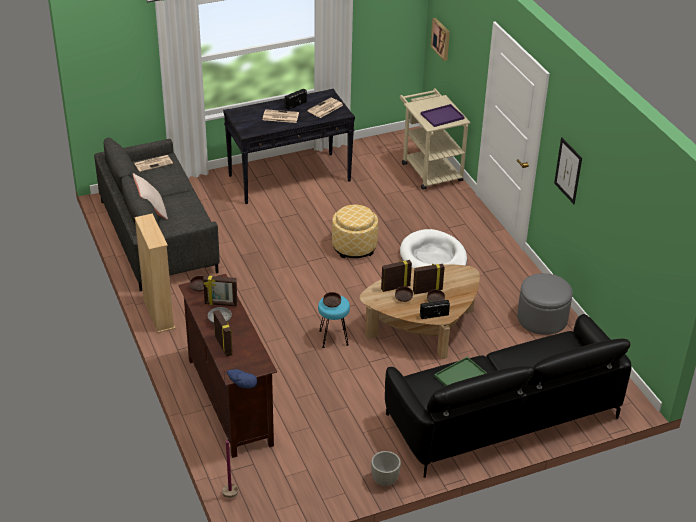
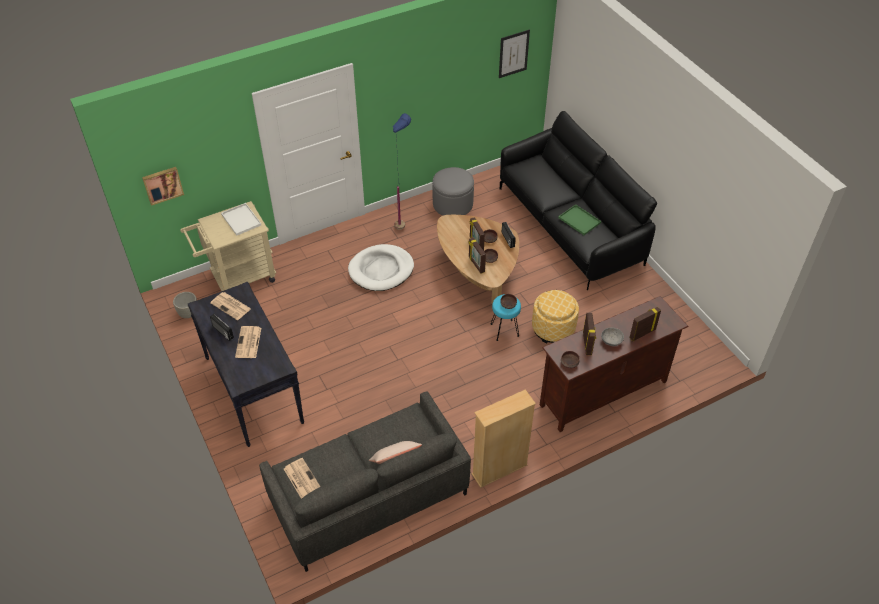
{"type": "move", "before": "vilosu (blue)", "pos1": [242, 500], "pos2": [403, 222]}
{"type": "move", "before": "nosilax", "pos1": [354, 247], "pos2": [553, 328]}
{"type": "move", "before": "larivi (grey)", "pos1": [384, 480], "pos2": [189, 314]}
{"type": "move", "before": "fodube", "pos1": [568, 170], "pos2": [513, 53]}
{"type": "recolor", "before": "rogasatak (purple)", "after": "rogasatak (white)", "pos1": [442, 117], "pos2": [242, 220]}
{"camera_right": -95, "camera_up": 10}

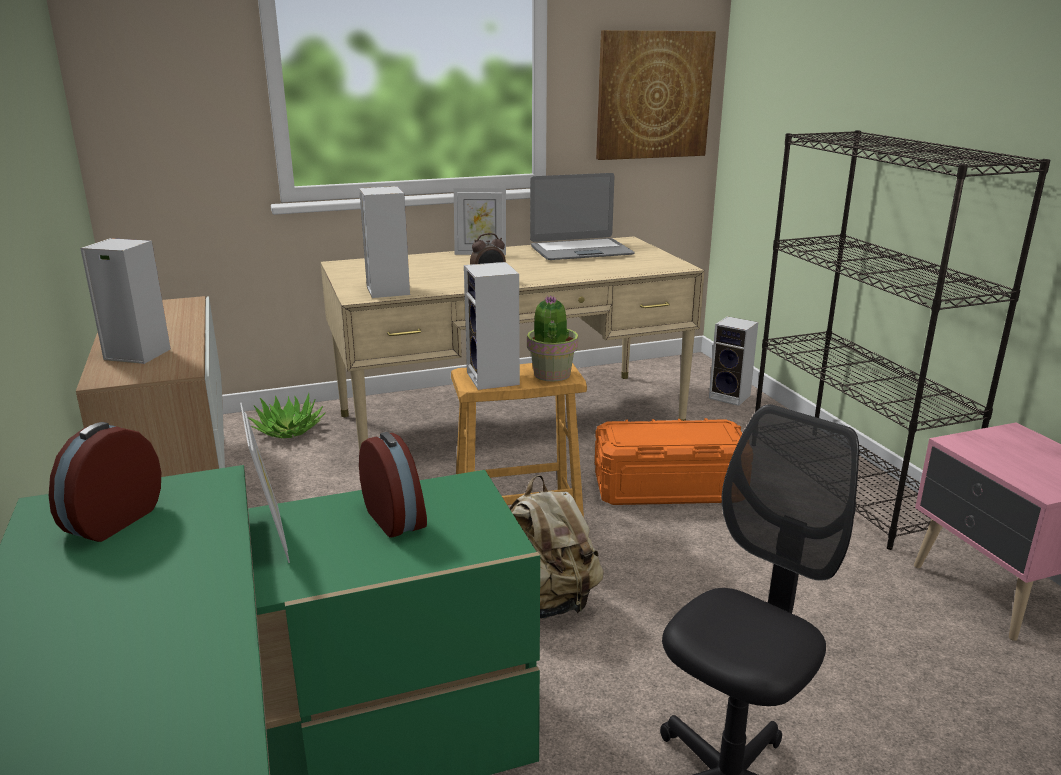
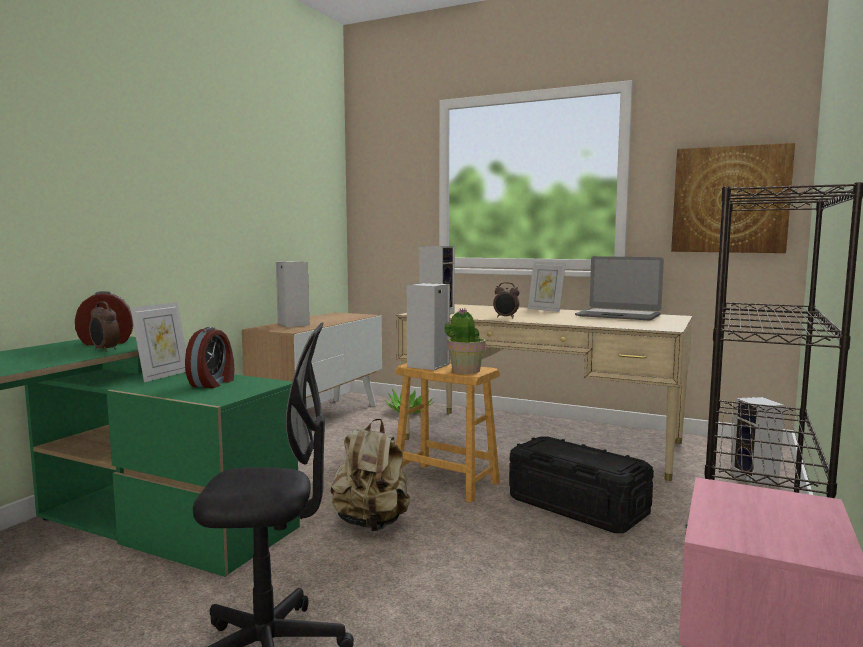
{"type": "insert", "after": "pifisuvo", "pos2": [105, 350]}
{"type": "recolor", "before": "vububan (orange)", "after": "vububan (black)", "pos1": [669, 488], "pos2": [577, 506]}
{"camera_right": 45, "camera_up": -15}

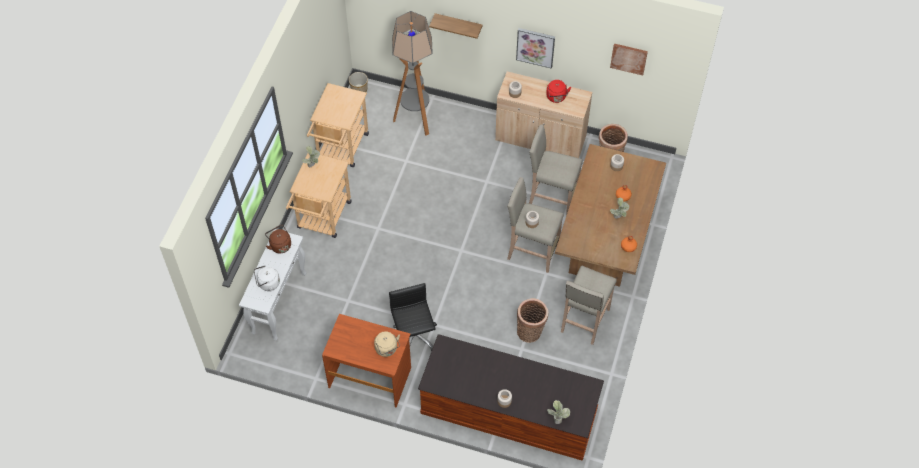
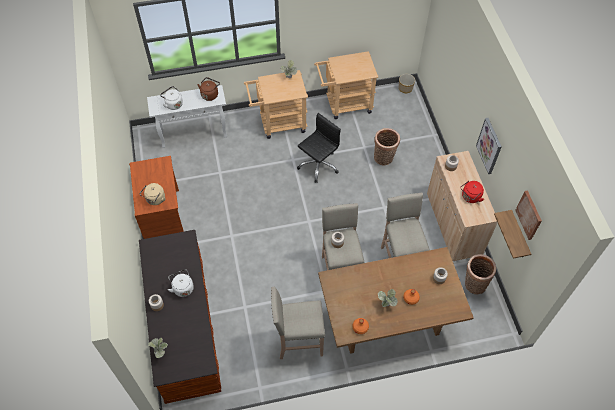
{"type": "delete", "before": "vilosu", "pos1": [415, 119]}
{"type": "insert", "after": "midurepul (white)", "pos2": [182, 288]}
{"type": "move", "before": "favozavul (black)", "pos1": [413, 337], "pos2": [318, 165]}
{"type": "move", "before": "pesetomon", "pos1": [458, 25], "pos2": [518, 236]}
{"type": "move", "before": "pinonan", "pos1": [530, 332], "pos2": [384, 158]}
{"camera_right": 60, "camera_up": 0}

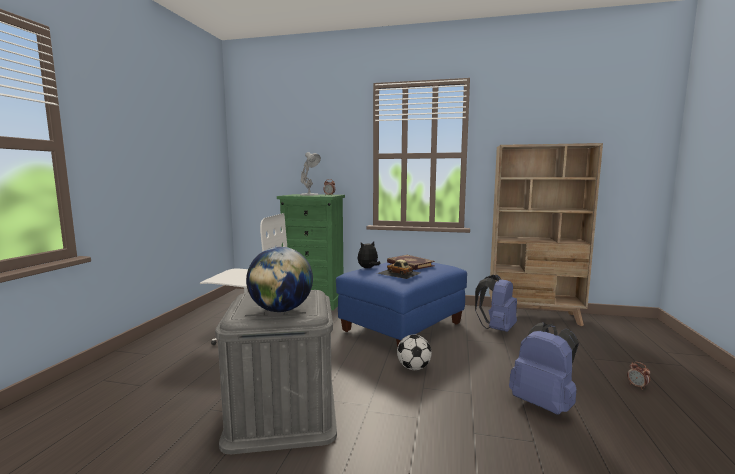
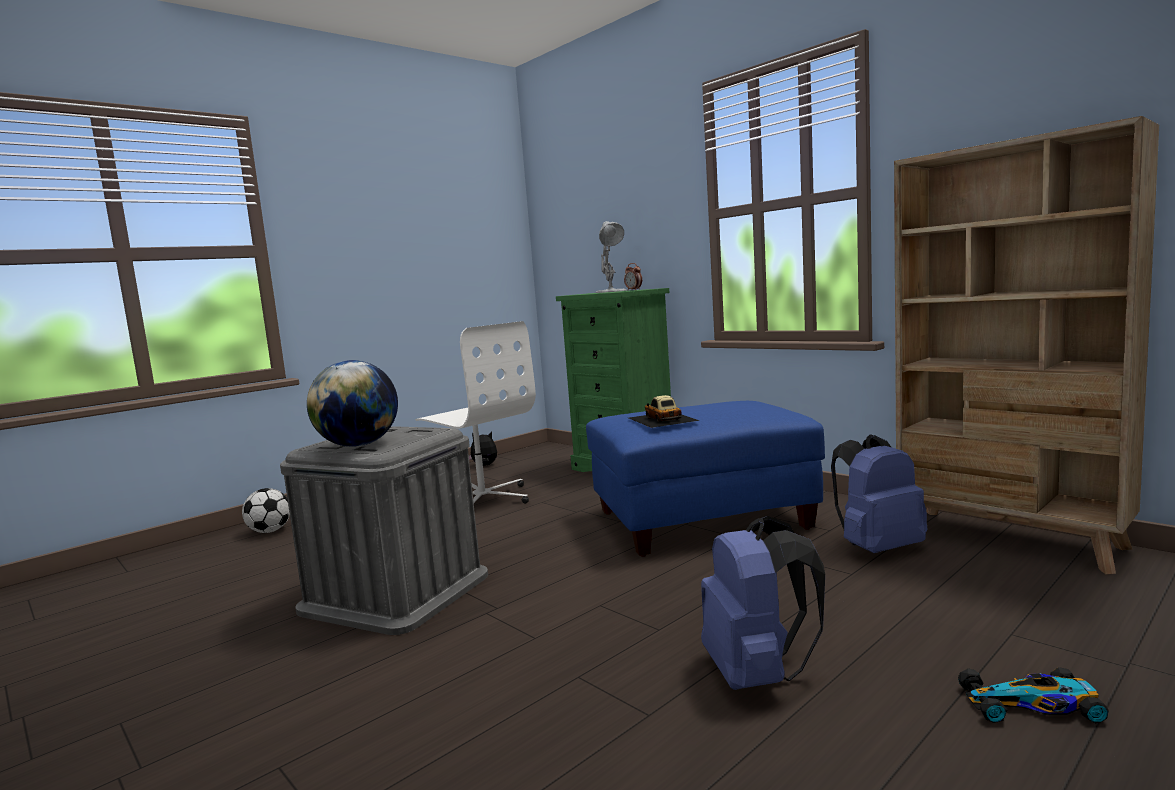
{"type": "delete", "before": "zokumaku", "pos1": [410, 264]}
{"type": "move", "before": "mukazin", "pos1": [368, 268], "pos2": [484, 465]}
{"type": "move", "before": "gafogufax", "pos1": [413, 368], "pos2": [269, 531]}
{"type": "replace", "before": "pifisuvo", "after": "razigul", "pos1": [637, 386], "pos2": [1032, 704]}
{"camera_right": 35, "camera_up": 0}

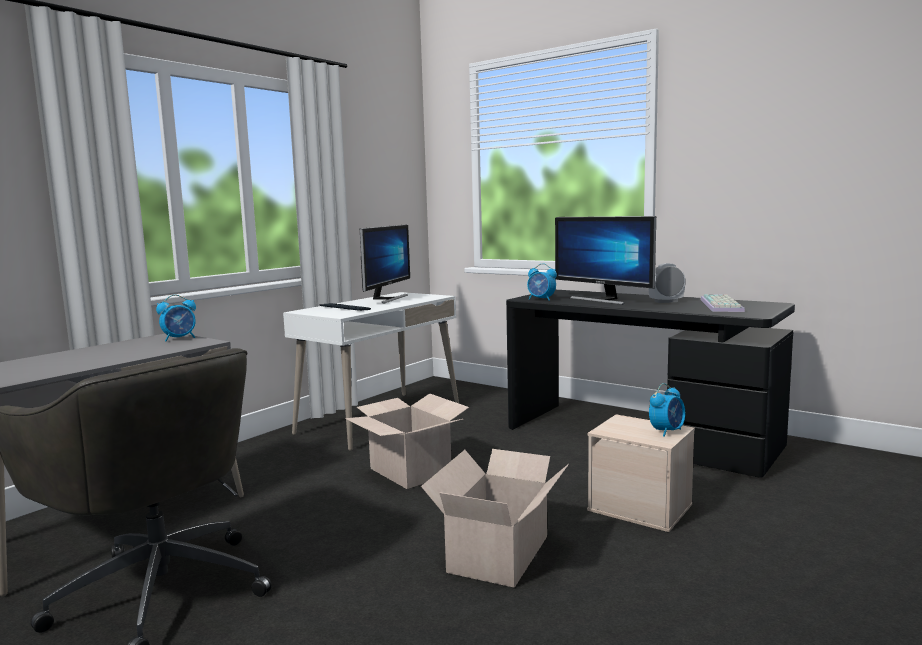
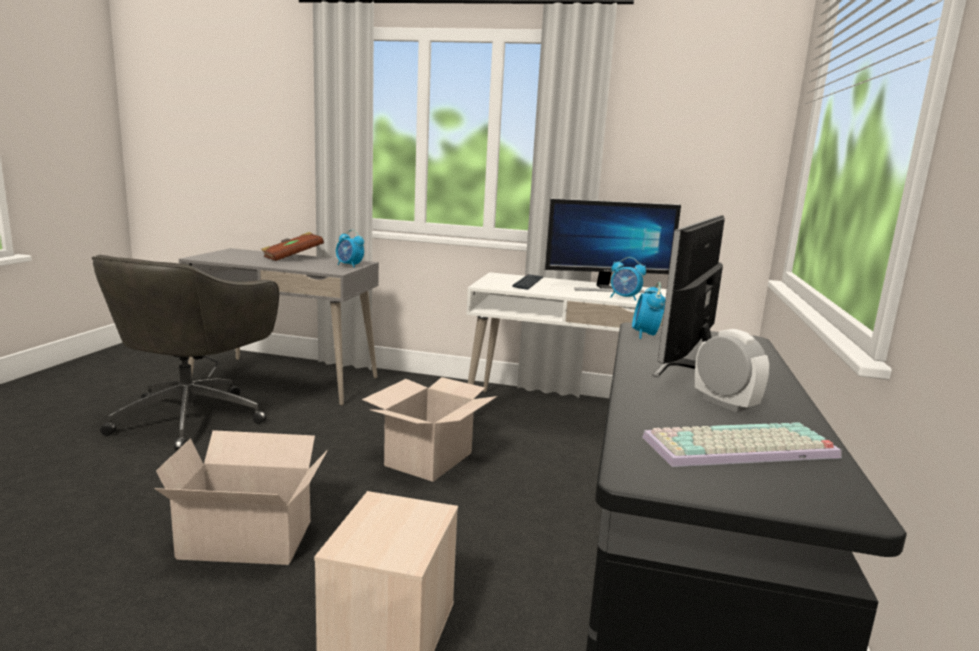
{"type": "insert", "after": "zokumaku (brown)", "pos2": [292, 258]}
{"type": "move", "before": "pifisuvo", "pos1": [667, 431], "pos2": [624, 298]}
{"camera_right": 65, "camera_up": 5}

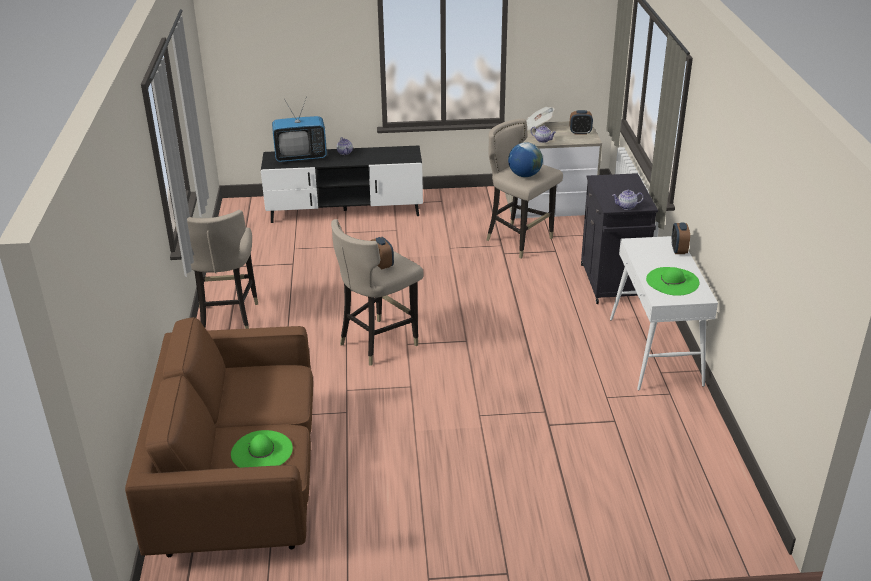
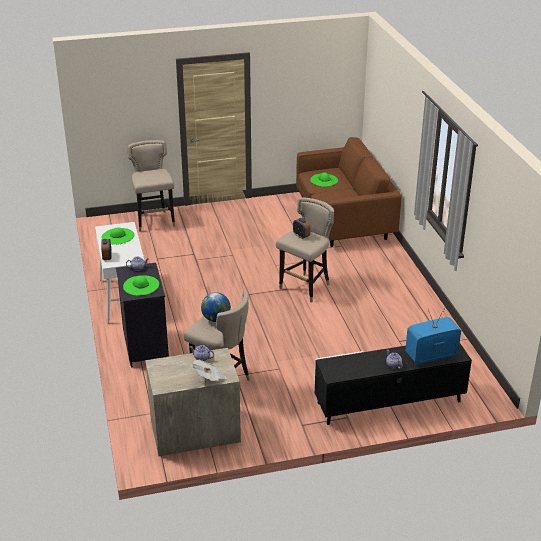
{"type": "delete", "before": "pifisuvo", "pos1": [580, 132]}
{"type": "insert", "after": "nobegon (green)", "pos2": [141, 285]}
{"type": "move", "before": "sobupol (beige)", "pos1": [227, 319], "pos2": [154, 222]}
{"camera_right": 170, "camera_up": 0}

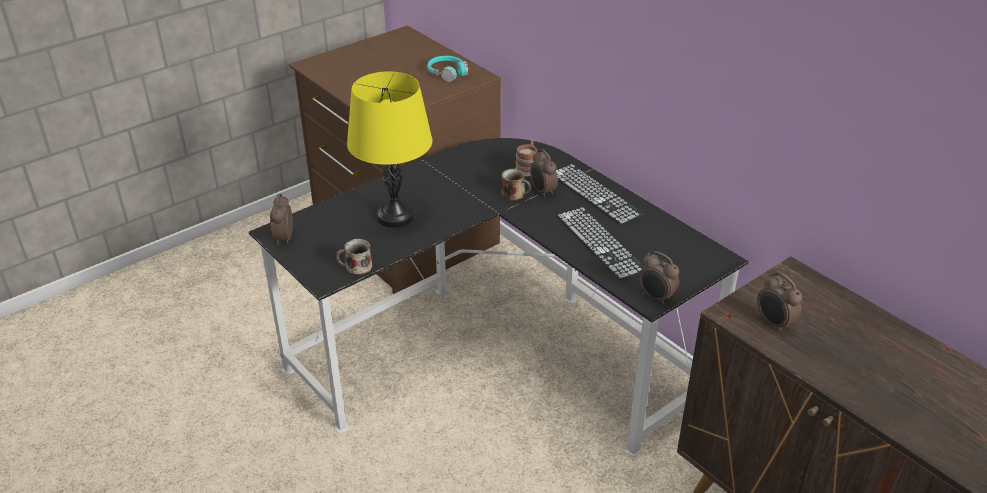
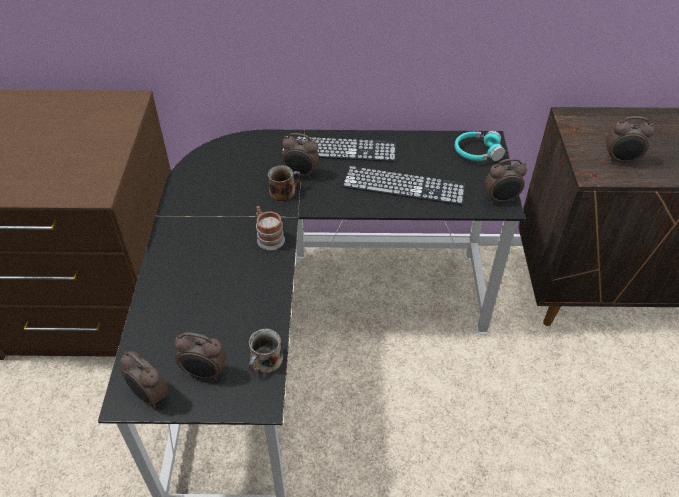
{"type": "delete", "before": "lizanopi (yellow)", "pos1": [395, 217]}
{"type": "insert", "after": "pifisuvo", "pos2": [204, 373]}
{"type": "move", "before": "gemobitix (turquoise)", "pos1": [447, 73], "pos2": [477, 152]}
{"type": "move", "before": "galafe", "pos1": [527, 168], "pos2": [268, 237]}
{"camera_right": -50, "camera_up": 10}

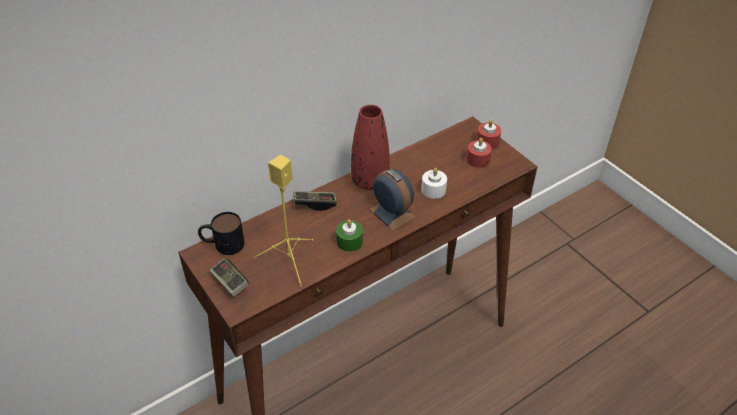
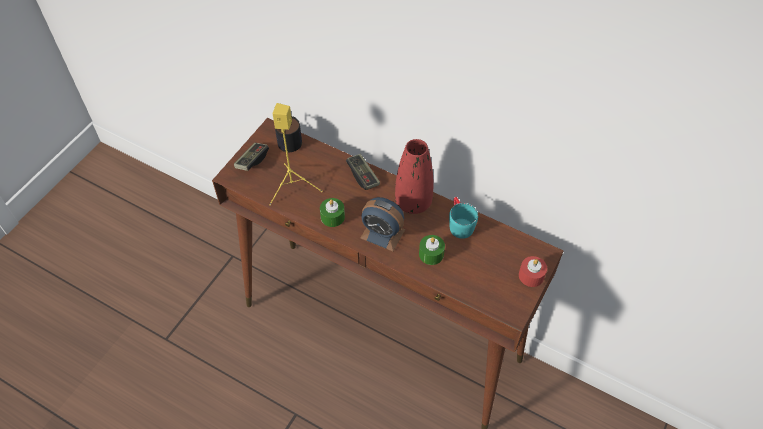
{"type": "delete", "before": "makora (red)", "pos1": [478, 159]}
{"type": "insert", "after": "galafe (turquoise)", "pos2": [459, 223]}
{"type": "recolor", "before": "makora (white)", "after": "makora (green)", "pos1": [433, 190], "pos2": [431, 254]}
{"type": "rotate", "before": "pifisuvo", "pos1": [392, 213], "pos2": [382, 234], "turn": 90}
{"camera_right": 65, "camera_up": 10}

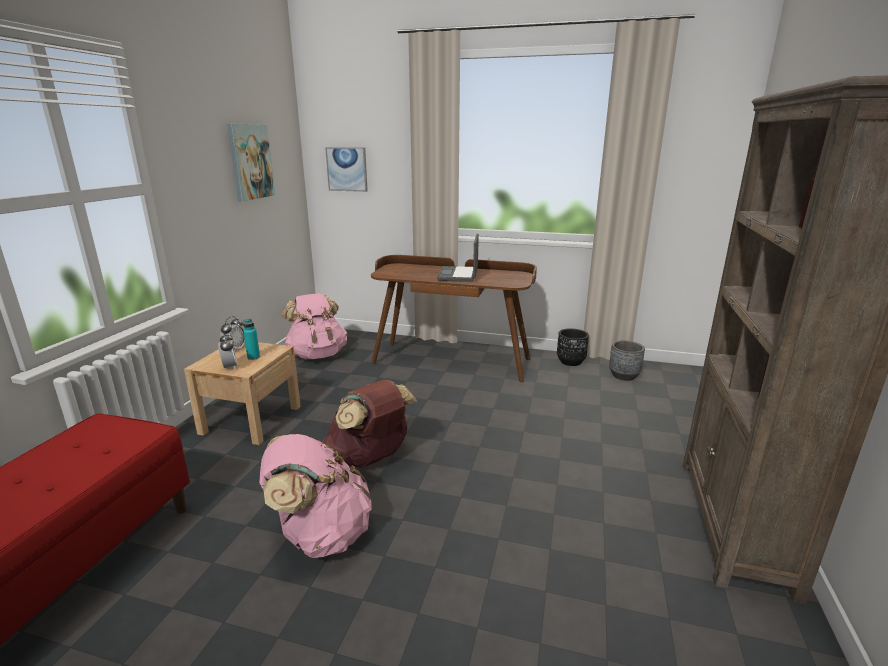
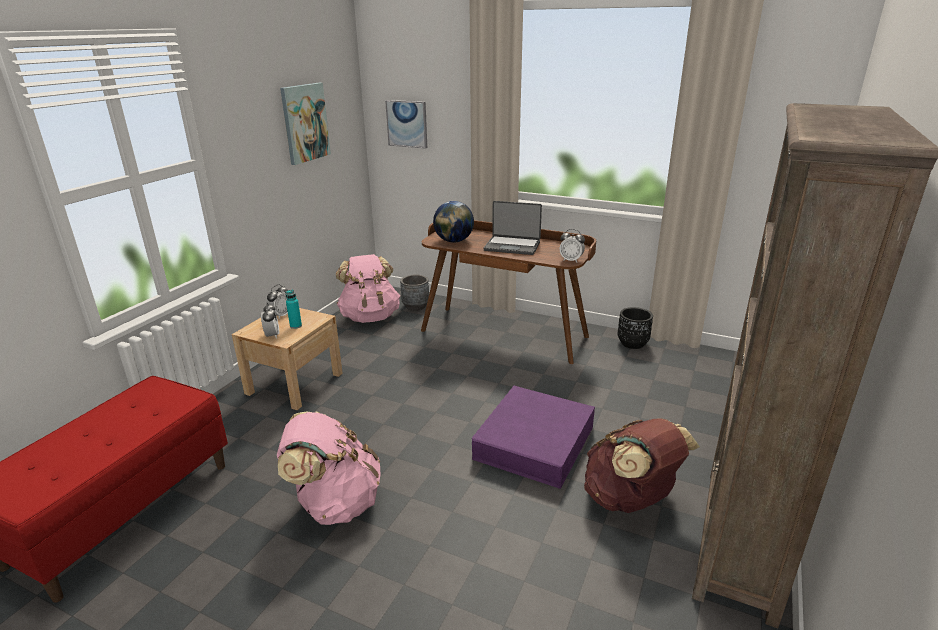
{"type": "insert", "after": "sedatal", "pos2": [454, 241]}
{"type": "insert", "after": "vububan (purple)", "pos2": [534, 443]}
{"type": "insert", "after": "pifisuvo", "pos2": [571, 260]}
{"type": "move", "before": "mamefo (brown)", "pos1": [370, 458], "pos2": [630, 499]}
{"type": "move", "before": "larivi (grey)", "pos1": [623, 376], "pos2": [415, 306]}
{"type": "rotate", "before": "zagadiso", "pos1": [459, 275], "pos2": [512, 246], "turn": -90}
{"camera_right": 10, "camera_up": 5}

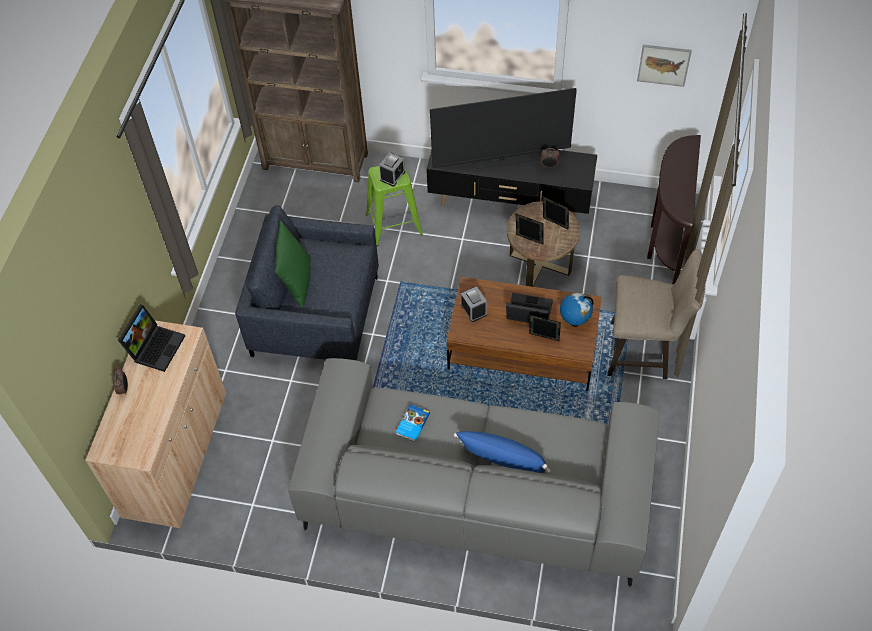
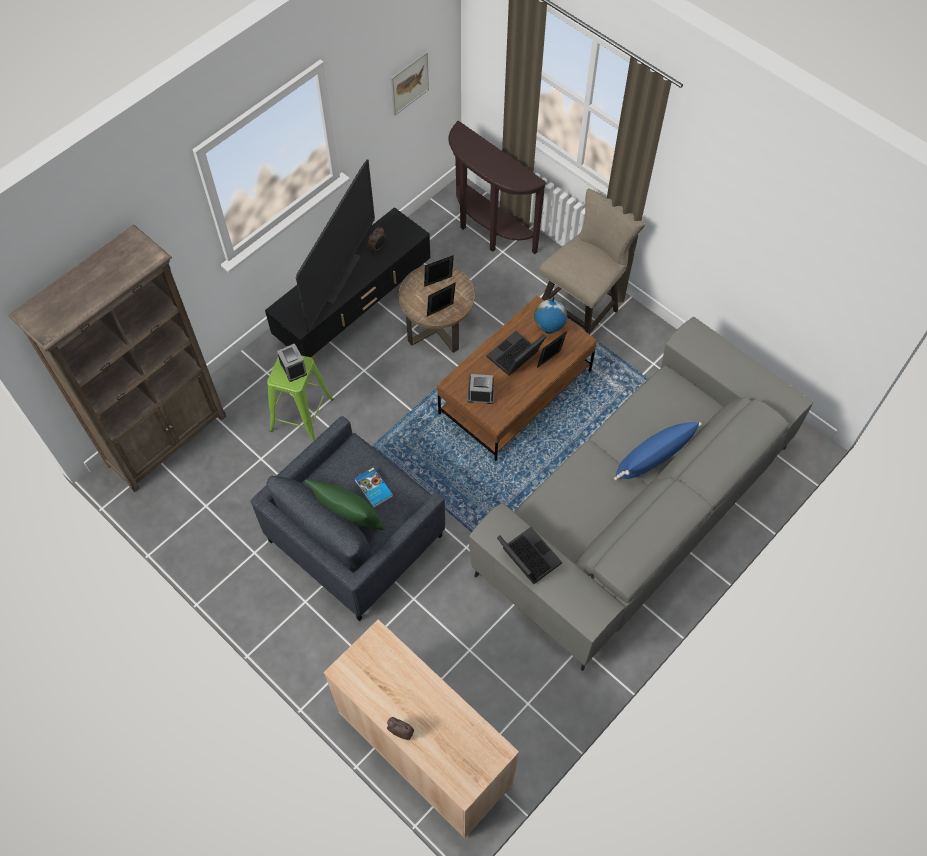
{"type": "move", "before": "zagadiso", "pos1": [155, 346], "pos2": [526, 558]}
{"type": "move", "before": "zokumaku", "pos1": [412, 424], "pos2": [373, 489]}
{"camera_right": -60, "camera_up": 5}

